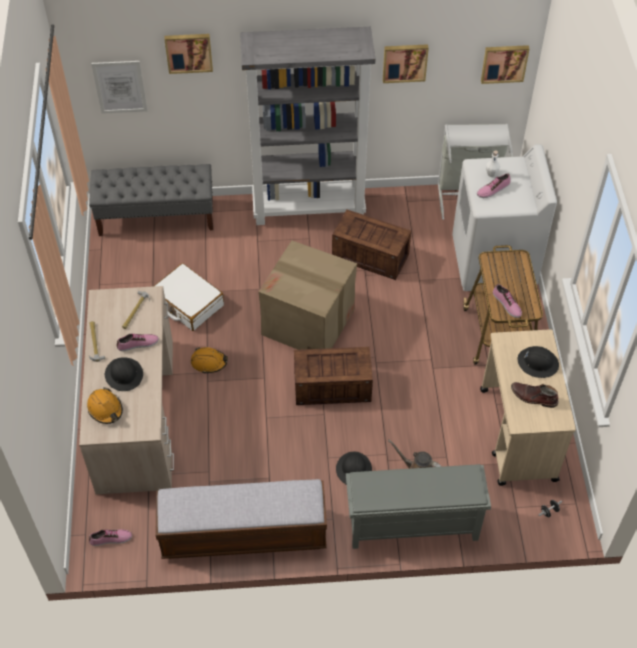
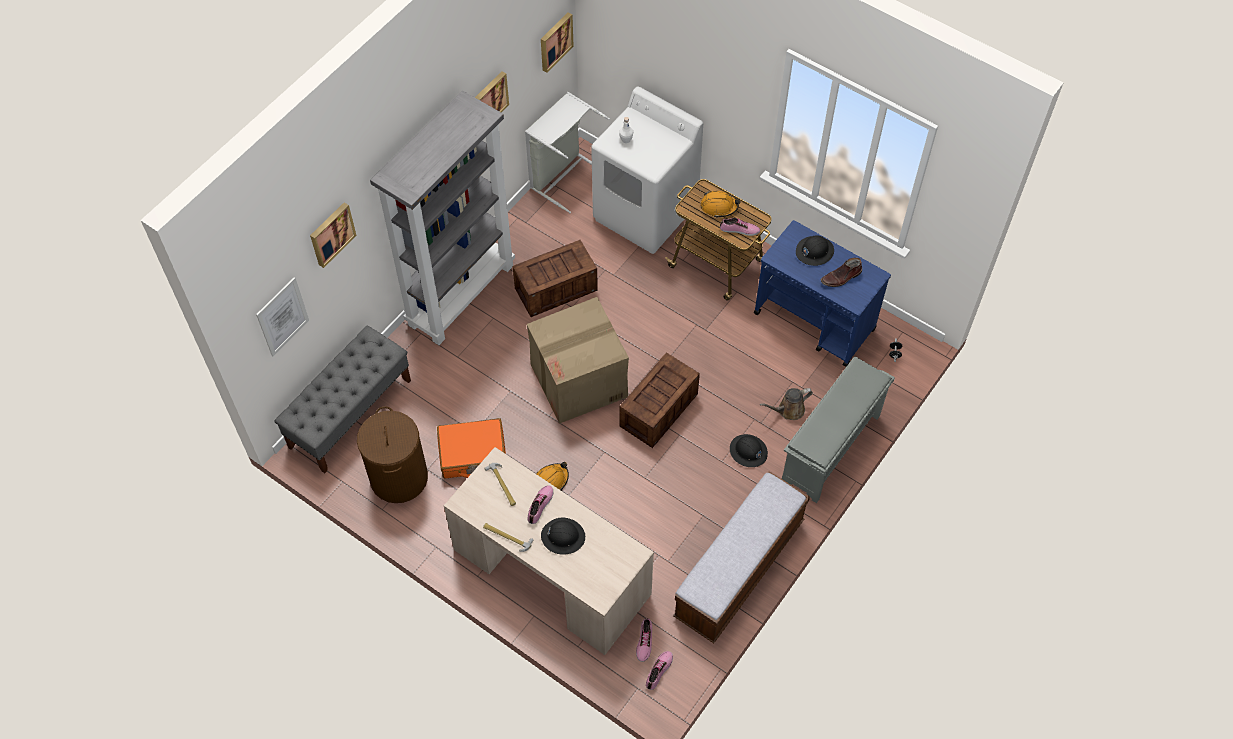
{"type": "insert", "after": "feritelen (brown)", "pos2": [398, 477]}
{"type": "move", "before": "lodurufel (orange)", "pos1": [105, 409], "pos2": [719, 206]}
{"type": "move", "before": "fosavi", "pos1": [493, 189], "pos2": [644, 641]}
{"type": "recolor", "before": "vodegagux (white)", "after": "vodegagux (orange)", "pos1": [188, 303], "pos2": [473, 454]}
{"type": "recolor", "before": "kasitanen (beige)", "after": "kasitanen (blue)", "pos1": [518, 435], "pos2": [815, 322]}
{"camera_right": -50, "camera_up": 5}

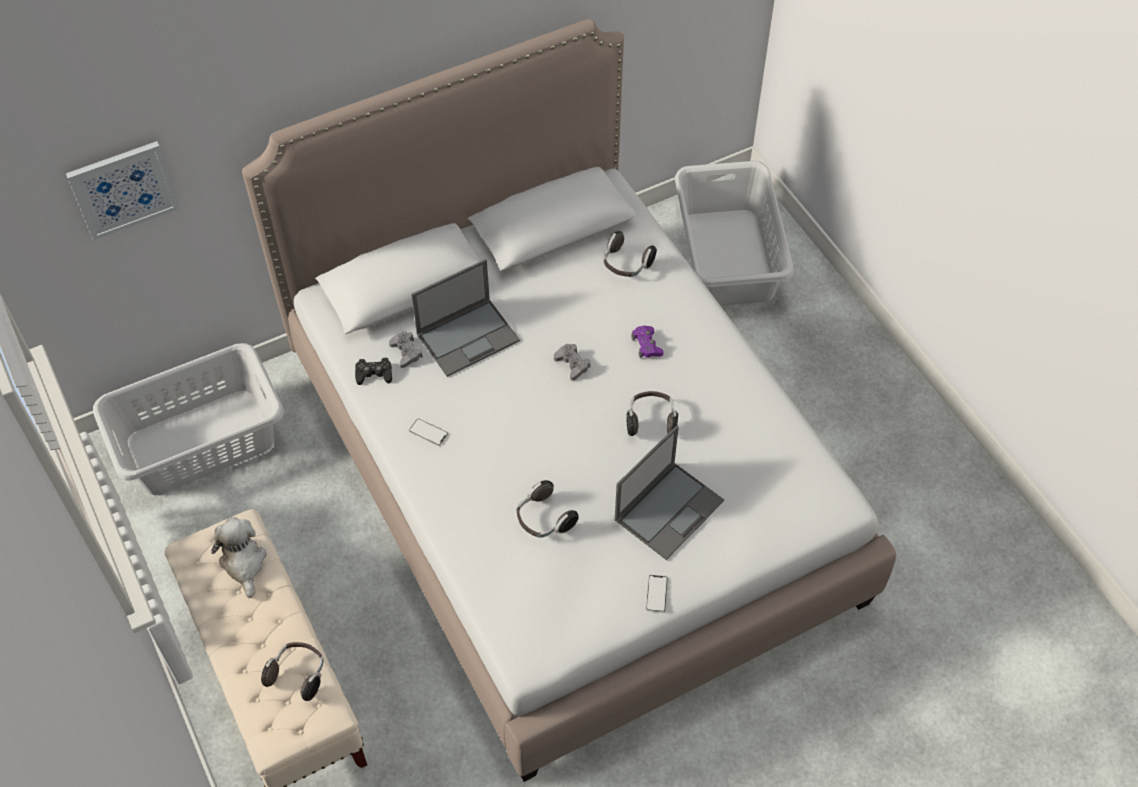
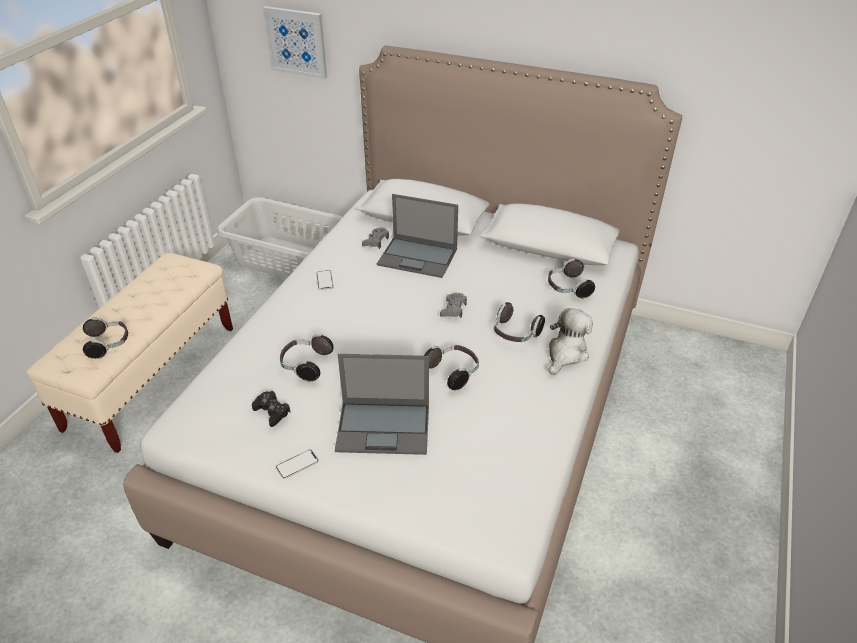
{"type": "delete", "before": "feritelen (grey)", "pos1": [728, 257]}
{"type": "move", "before": "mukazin", "pos1": [243, 563], "pos2": [566, 354]}
{"type": "move", "before": "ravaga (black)", "pos1": [374, 374], "pos2": [272, 412]}
{"type": "replace", "before": "ravaga (purple)", "after": "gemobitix", "pos1": [647, 345], "pos2": [515, 334]}
{"camera_right": 50, "camera_up": -15}

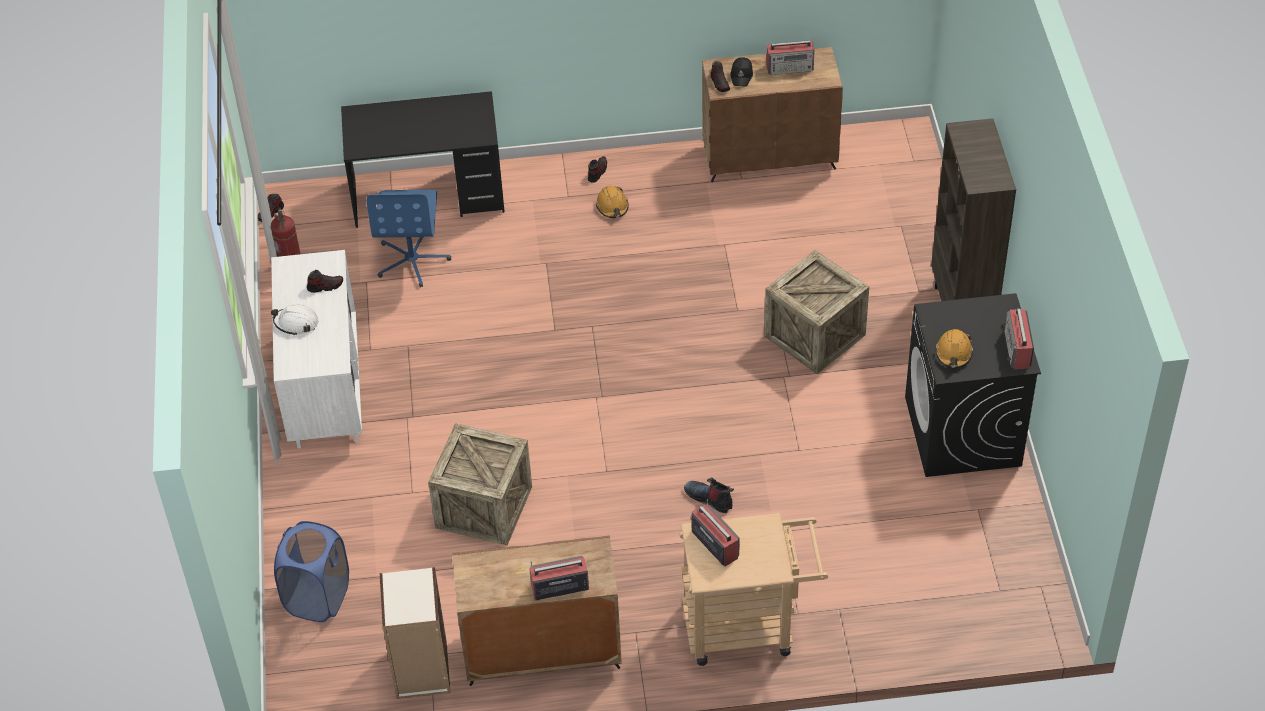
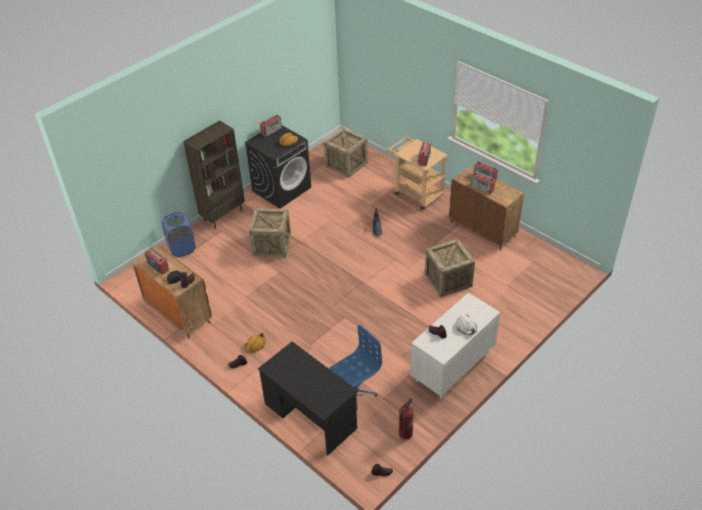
{"type": "delete", "before": "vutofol", "pos1": [421, 670]}
{"type": "insert", "after": "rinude", "pos2": [346, 164]}
{"type": "insert", "after": "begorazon", "pos2": [482, 188]}
{"type": "move", "before": "feritelen (blue)", "pos1": [318, 598], "pos2": [182, 248]}
{"camera_right": -130, "camera_up": -5}

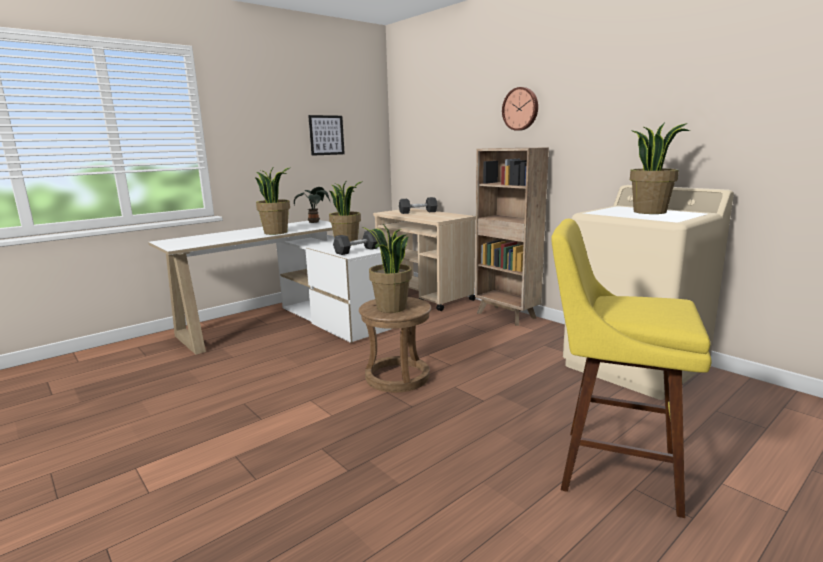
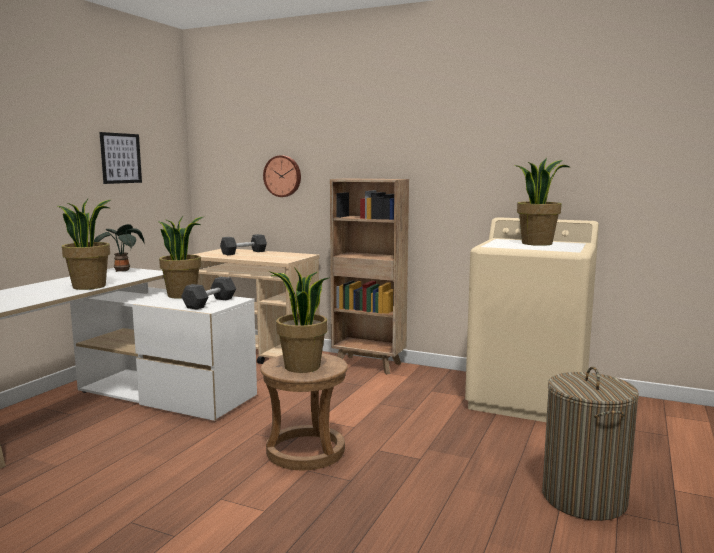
{"type": "move", "before": "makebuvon", "pos1": [521, 109], "pos2": [283, 176]}
{"type": "replace", "before": "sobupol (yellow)", "after": "feritelen", "pos1": [609, 467], "pos2": [583, 498]}
{"camera_right": -25, "camera_up": -5}

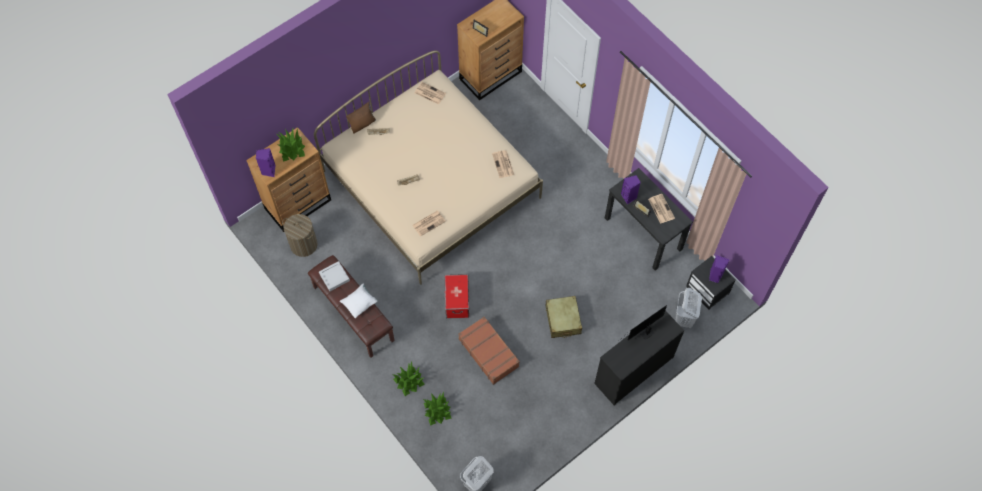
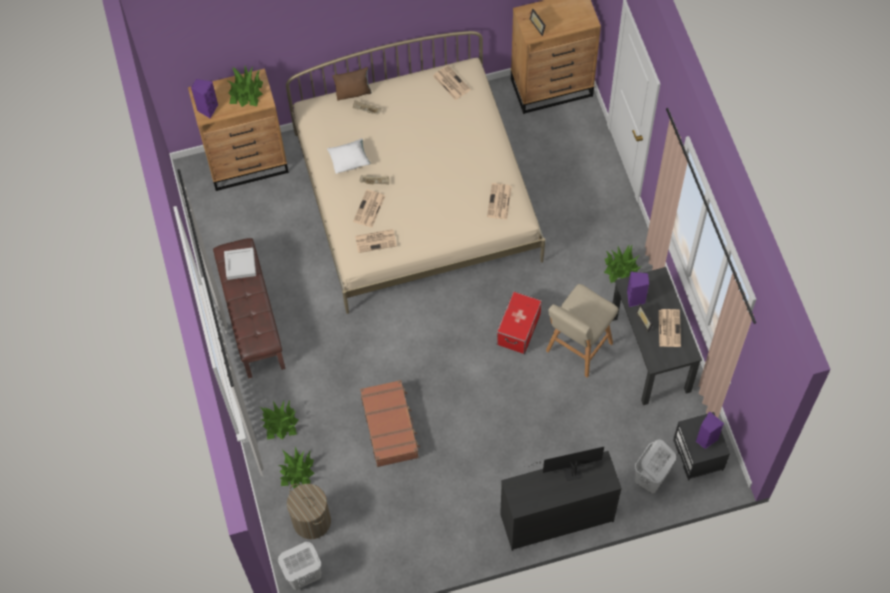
{"type": "delete", "before": "vodegagux (beige)", "pos1": [563, 320]}
{"type": "insert", "after": "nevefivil", "pos2": [369, 209]}
{"type": "insert", "after": "sobupol (beige)", "pos2": [577, 349]}
{"type": "insert", "after": "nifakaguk", "pos2": [621, 268]}
{"type": "move", "before": "feritelen", "pos1": [303, 244], "pos2": [311, 521]}
{"type": "move", "before": "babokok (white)", "pos1": [360, 303], "pos2": [349, 161]}
{"type": "move", "before": "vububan", "pos1": [457, 301], "pos2": [519, 329]}
{"camera_right": 25, "camera_up": 0}

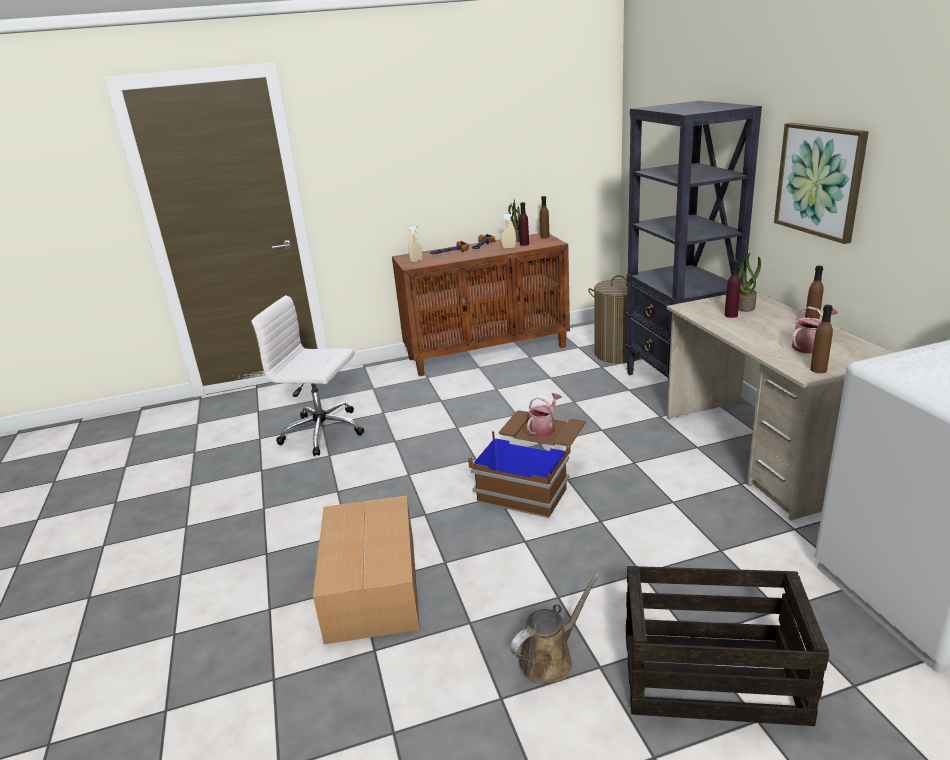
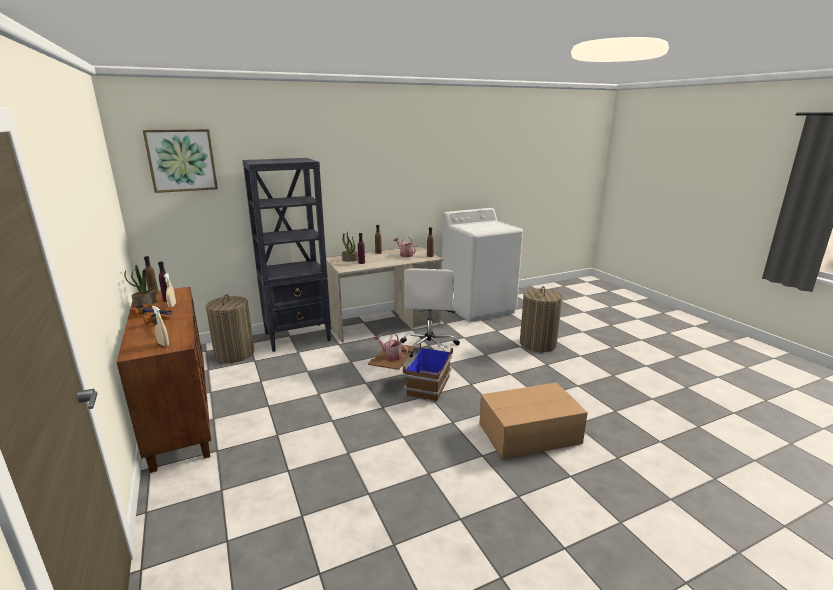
{"type": "delete", "before": "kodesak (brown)", "pos1": [550, 658]}
{"type": "move", "before": "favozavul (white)", "pos1": [324, 432], "pos2": [429, 346]}
{"type": "move", "before": "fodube", "pos1": [820, 180], "pos2": [181, 160]}
{"type": "replace", "before": "rinude", "after": "feritelen", "pos1": [714, 677], "pos2": [537, 344]}
{"camera_right": -100, "camera_up": -5}

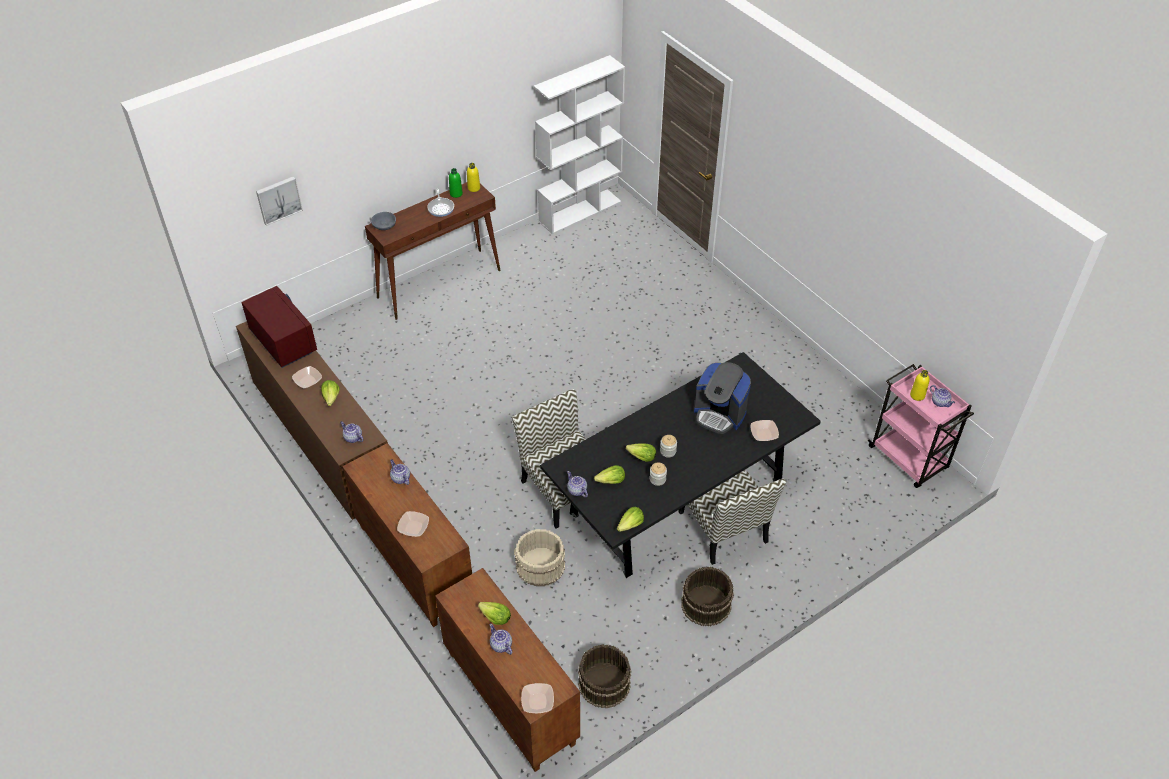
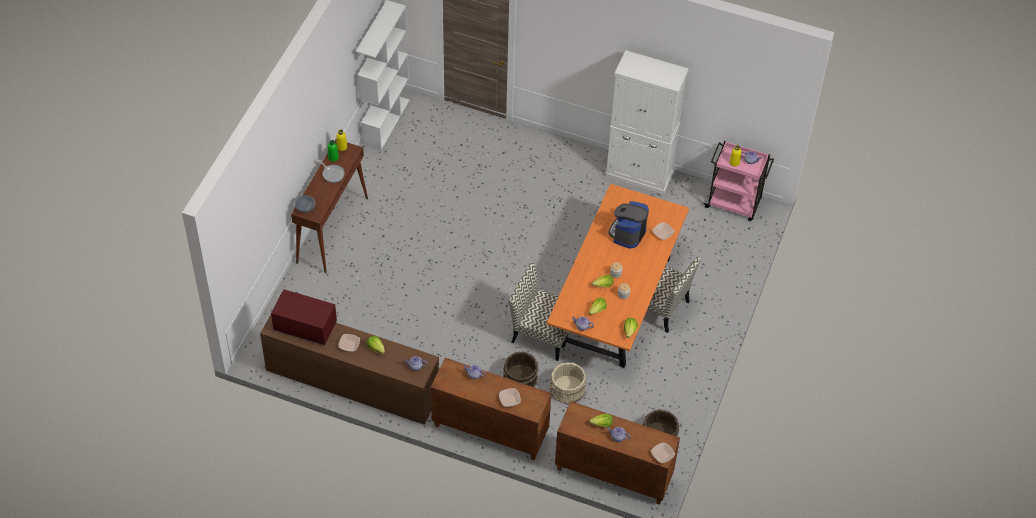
{"type": "delete", "before": "fodube", "pos1": [278, 199]}
{"type": "insert", "after": "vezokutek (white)", "pos2": [639, 174]}
{"type": "move", "before": "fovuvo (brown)", "pos1": [705, 604], "pos2": [520, 378]}
{"type": "recolor", "before": "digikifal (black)", "after": "digikifal (orange)", "pos1": [677, 497], "pos2": [615, 301]}
{"type": "rotate", "before": "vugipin", "pos1": [719, 414], "pos2": [627, 233], "turn": 120}
{"camera_right": -35, "camera_up": 5}

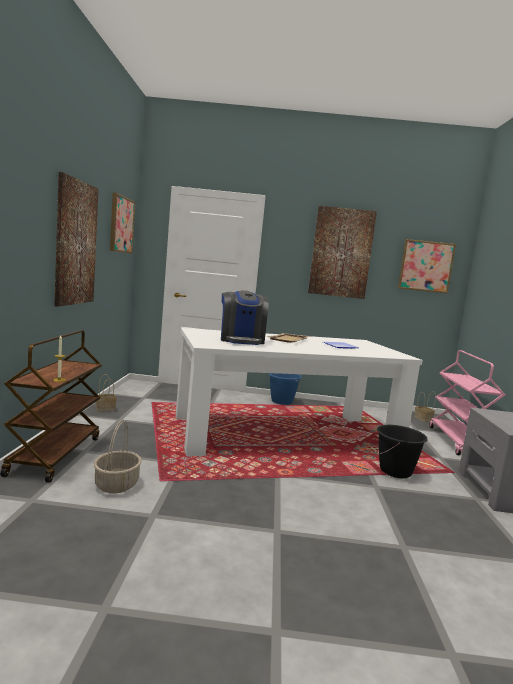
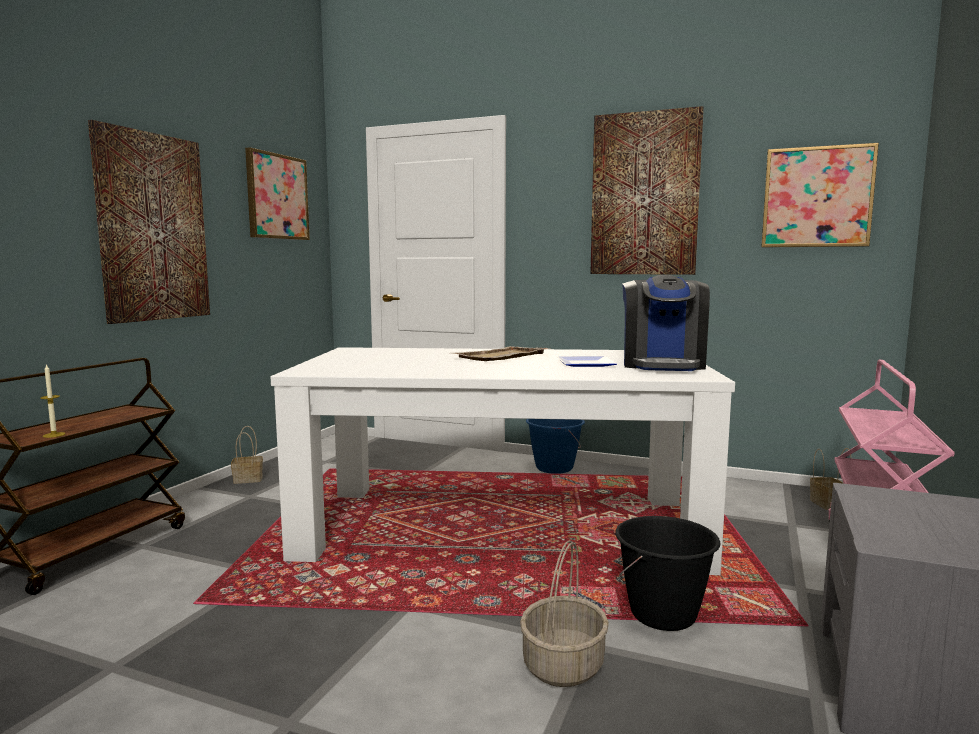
{"type": "move", "before": "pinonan", "pos1": [116, 484], "pos2": [562, 664]}
{"type": "move", "before": "vugipin", "pos1": [241, 340], "pos2": [663, 365]}
{"camera_right": 20, "camera_up": 0}

